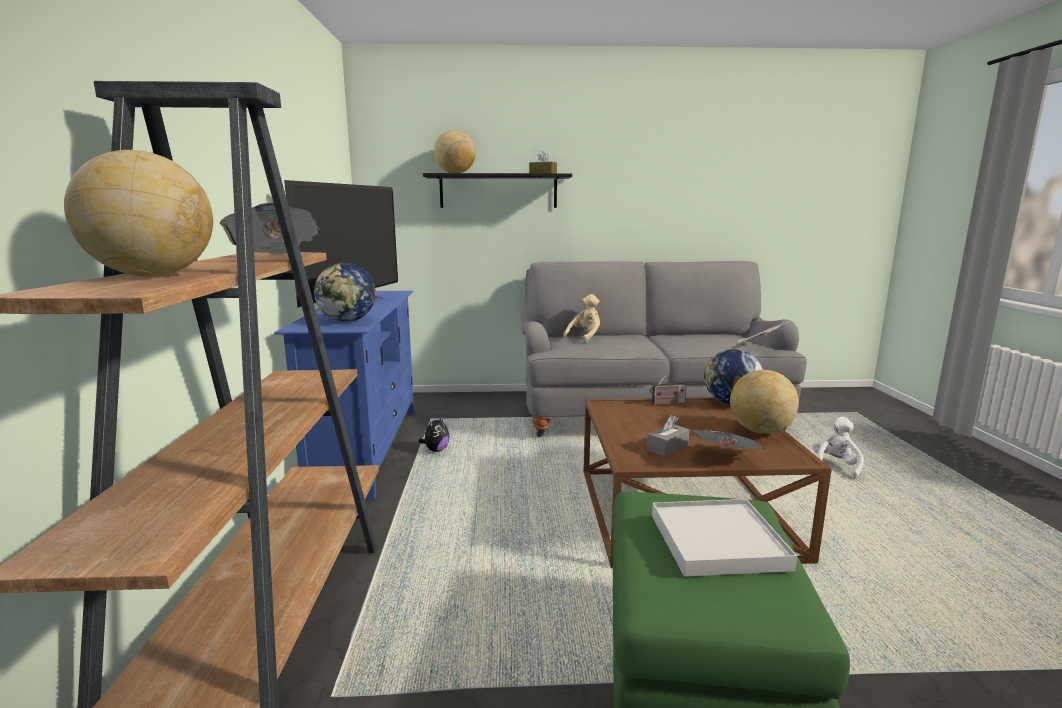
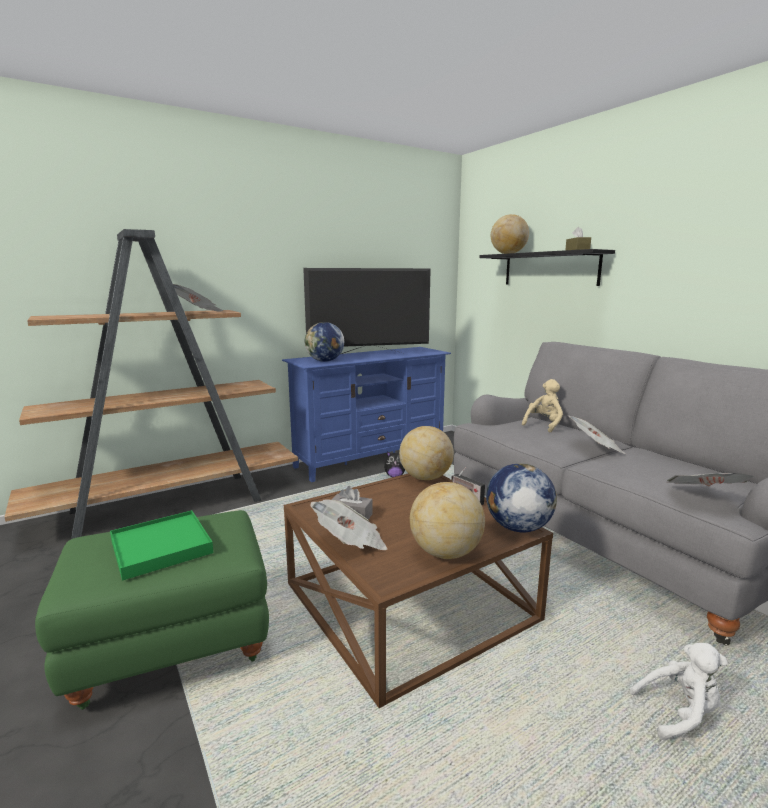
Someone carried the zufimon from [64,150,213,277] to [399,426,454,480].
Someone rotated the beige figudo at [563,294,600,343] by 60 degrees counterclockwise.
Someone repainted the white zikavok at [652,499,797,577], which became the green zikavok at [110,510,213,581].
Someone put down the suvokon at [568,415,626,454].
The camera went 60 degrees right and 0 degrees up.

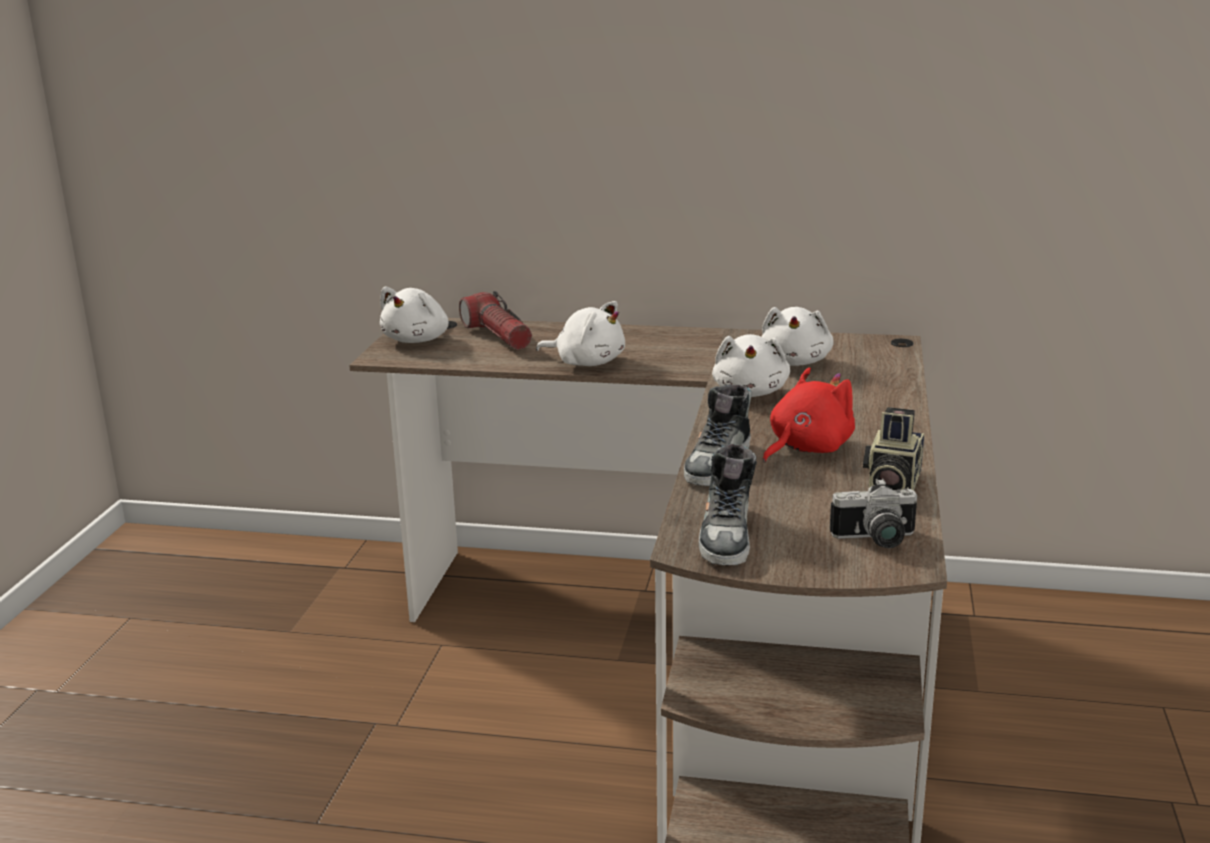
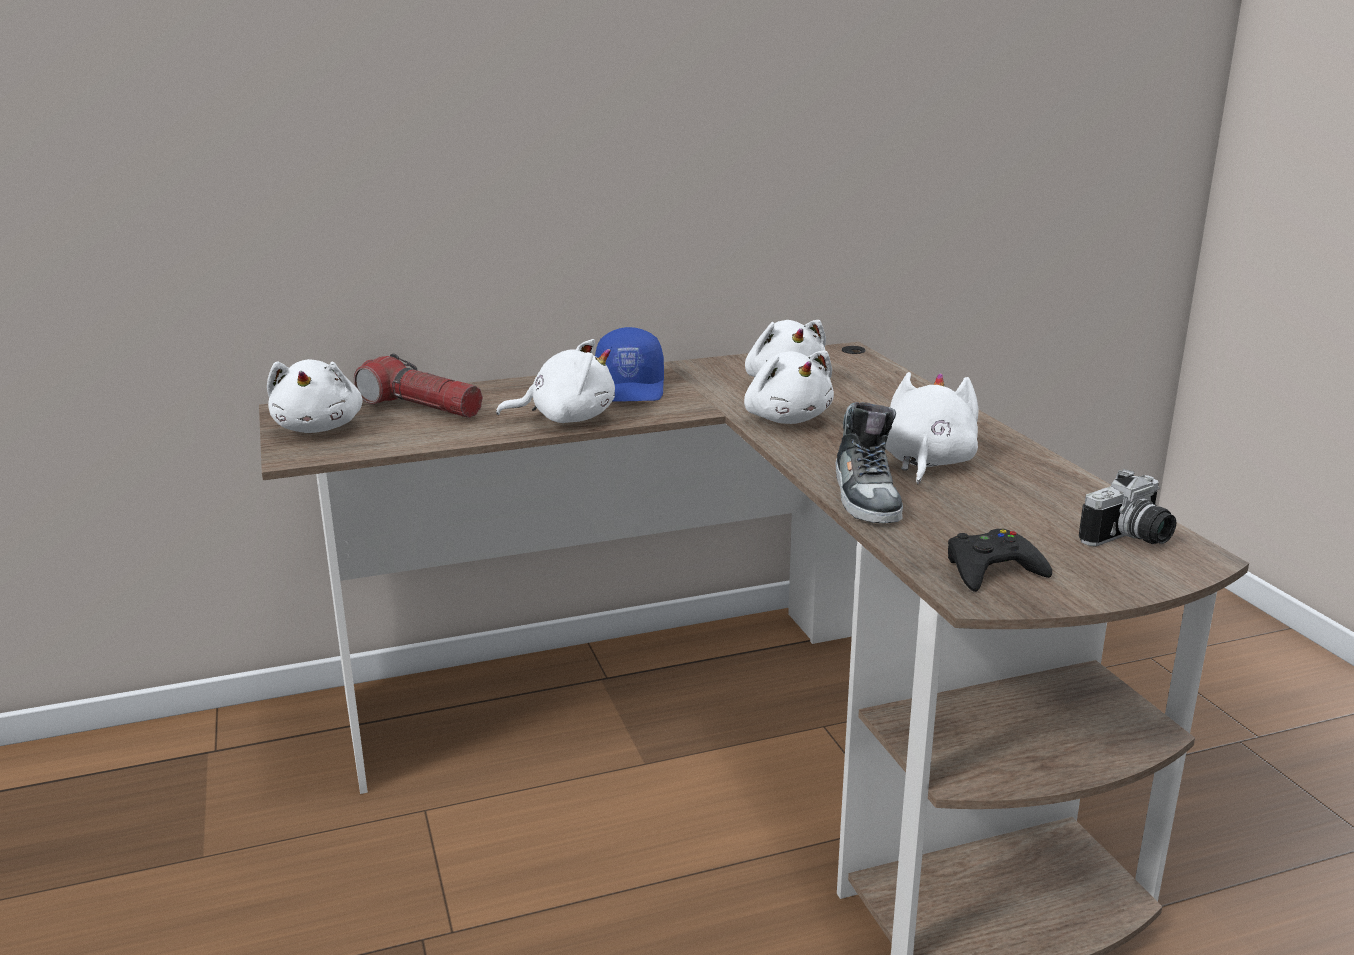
Someone swapped the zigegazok at [699,444,757,566] for the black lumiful at [948,529,1052,592].
Someone repainted the red figudo at [763,368,855,463], which became the white figudo at [886,372,978,485].
Someone took away the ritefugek at [863,407,924,490].
Someone put down the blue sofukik at [595,327,664,402].
The camera went 30 degrees left and 0 degrees up.

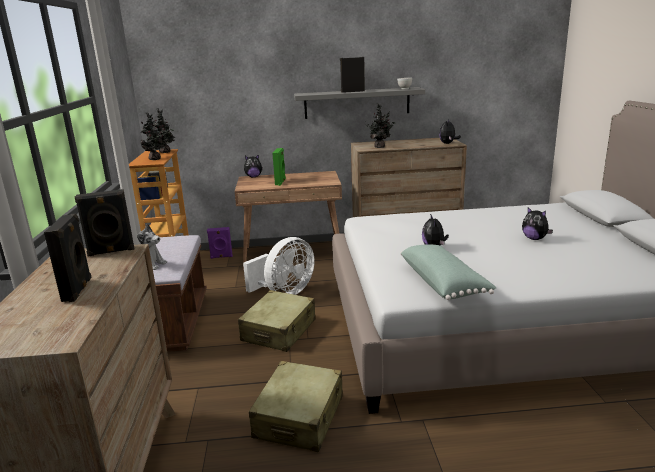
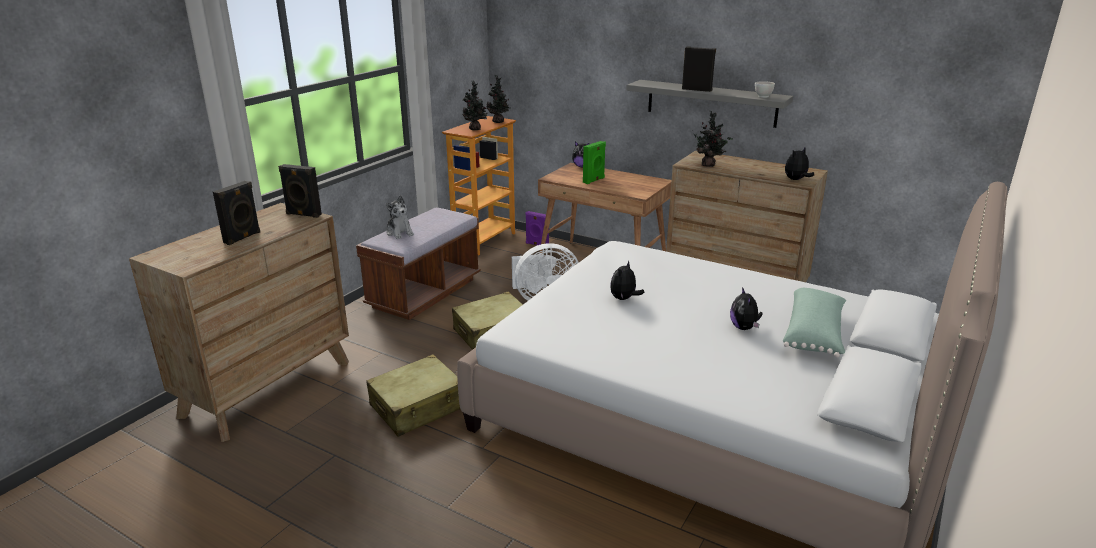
Someone carried the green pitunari from [400,244,496,300] to [783,288,846,358].
The camera went 35 degrees right and 5 degrees up.

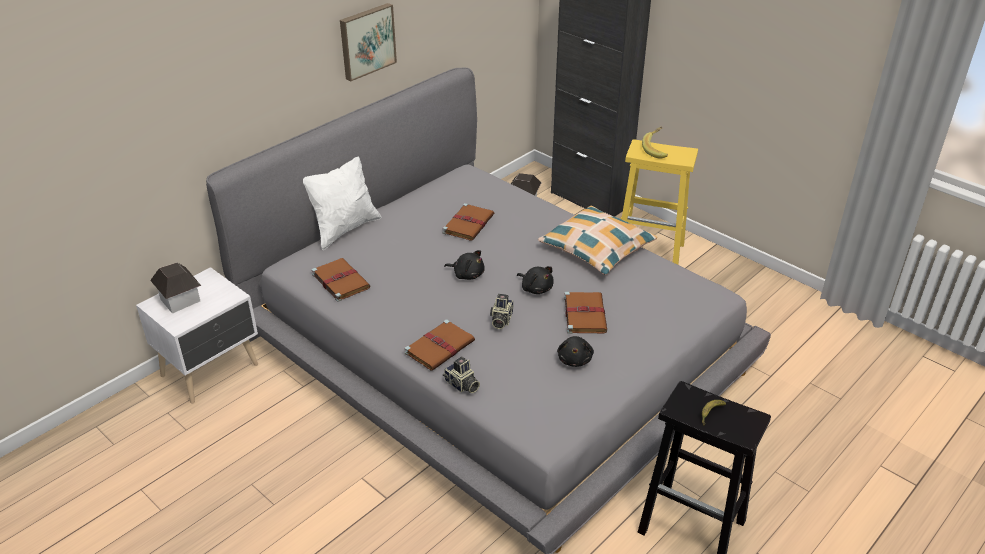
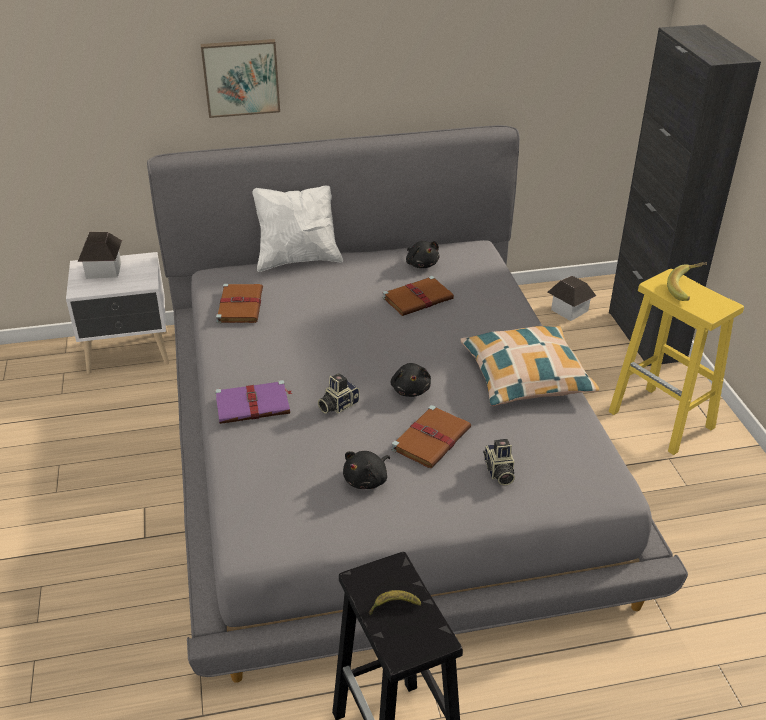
Someone carried the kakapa from [340,3,397,81] to [201,39,280,118].
Someone repainted the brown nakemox at [404,320,475,371], which became the purple nakemox at [215,380,293,424].
Someone carried the ritefugek from [443,356,480,393] to [483,439,515,486].
Someone carried the black figudo from [444,250,485,280] to [406,241,439,268].
The camera went 35 degrees right and 0 degrees up.

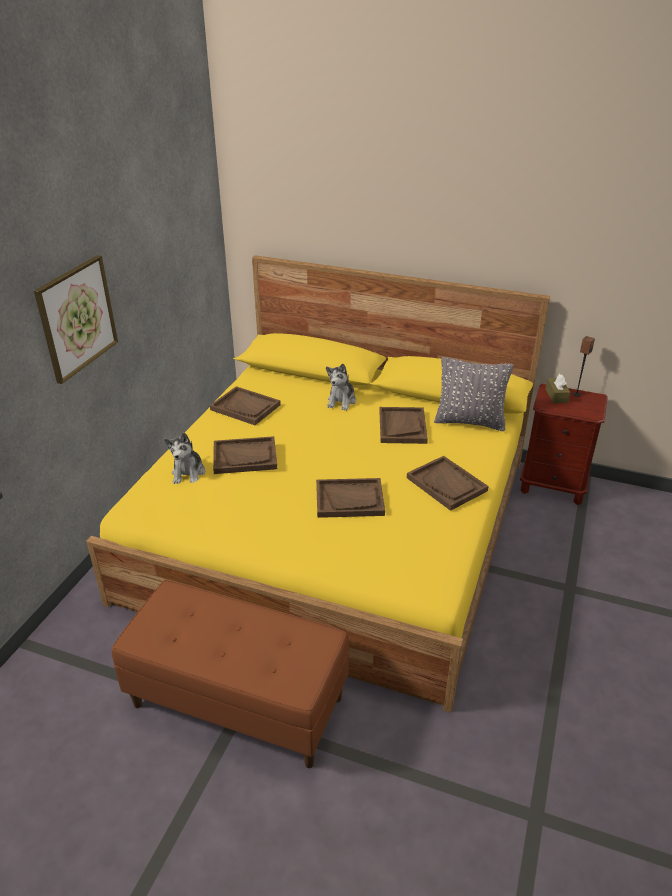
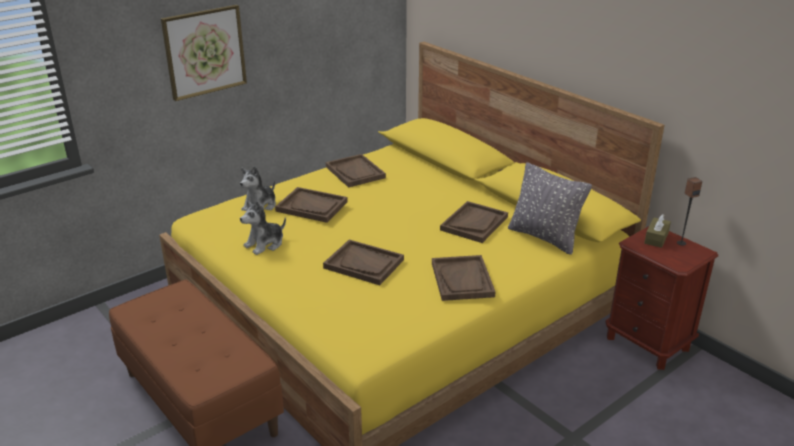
Someone carried the figudo from [326,363,356,411] to [240,201,286,255].
The camera went 30 degrees right and 5 degrees down.

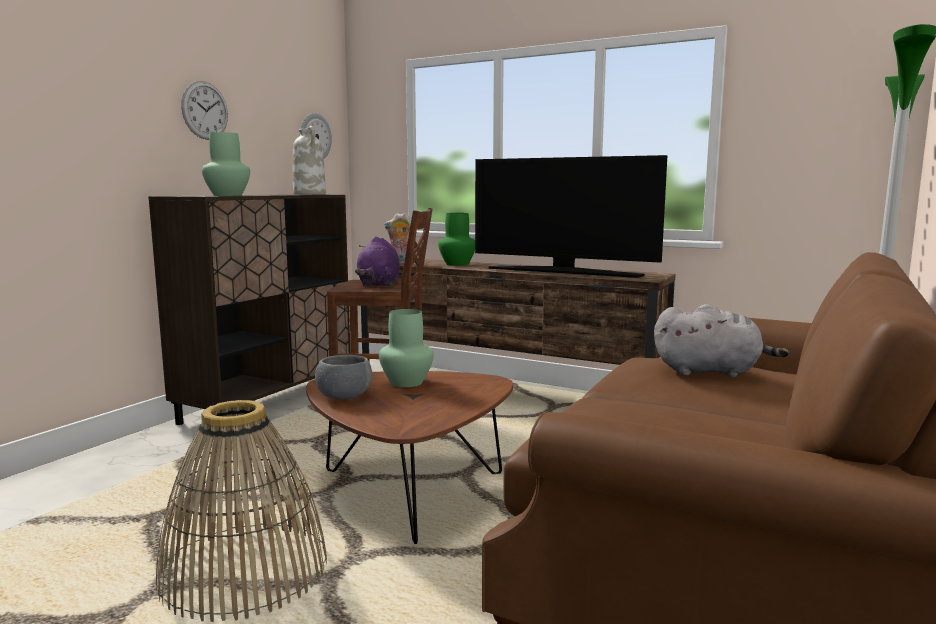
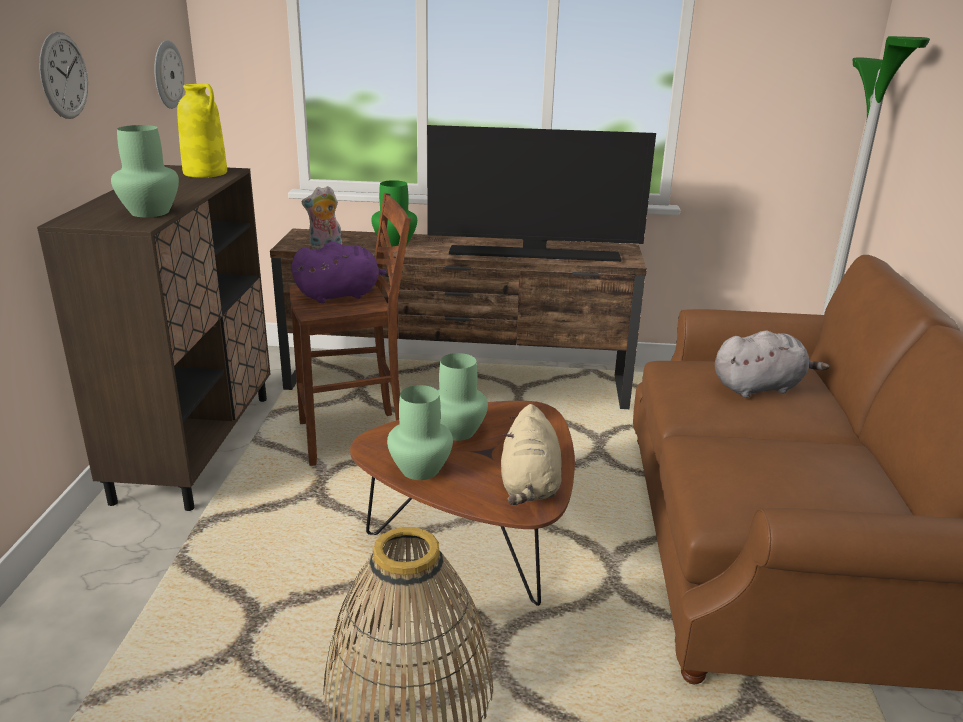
Someone repainted the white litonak at [293,126,326,195], which became the yellow litonak at [177,83,227,178].
Someone swapped the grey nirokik at [315,355,373,400] for the green litonak at [387,385,453,480].
Someone rotated the purple figudo at [355,237,400,287] by 90 degrees counterclockwise.
Someone put down the beige figudo at [501,404,562,505].
The camera went 25 degrees left and 15 degrees up.

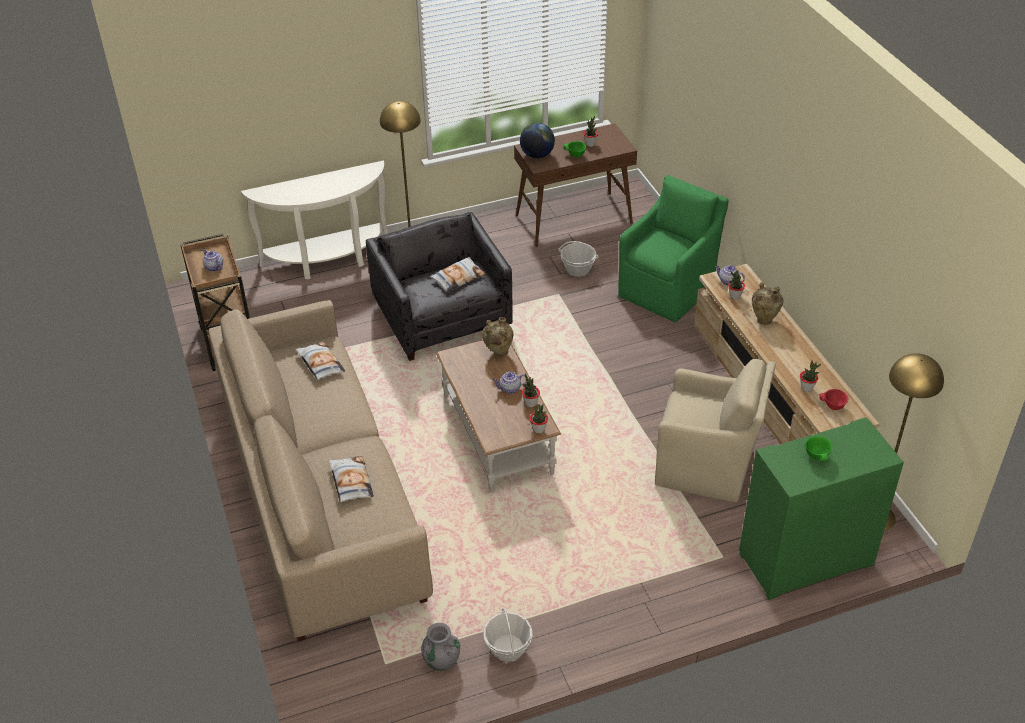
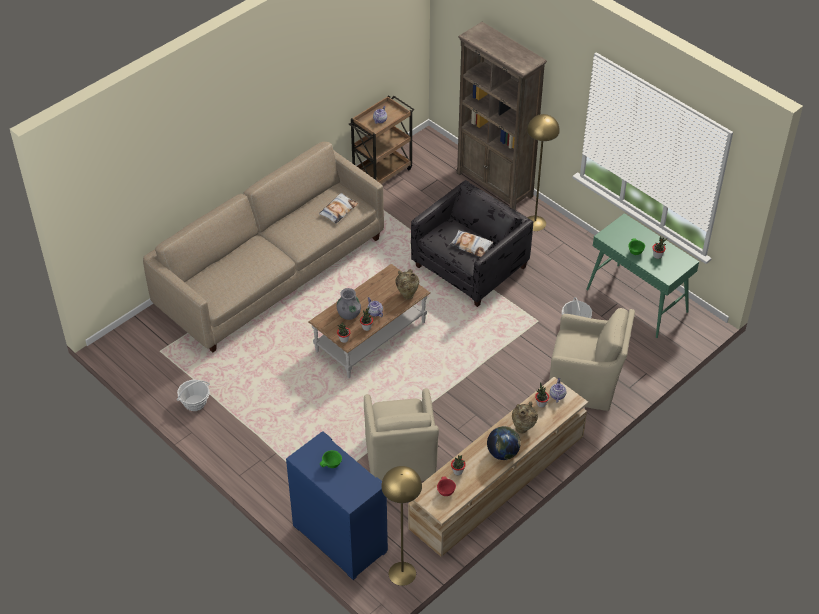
Someone swapped the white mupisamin at [241,161,388,279] for the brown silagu at [457,22,547,210].
Someone took away the pitunari at [329,456,374,502].
Someone carried the grey litonak from [421,623,460,671] to [337,288,361,320].
Someone repainted the brown mupisamin at [514,124,637,247], which became the green mupisamin at [586,213,699,338].
Someone carried the zufimon from [520,123,555,158] to [487,426,521,460].
Someone repainted the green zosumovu at [618,175,728,322], which became the beige zosumovu at [549,308,635,411].
Someone repainted the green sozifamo at [739,417,904,600], which became the blue sozifamo at [286,431,388,580].
The camera went 65 degrees right and 5 degrees up.

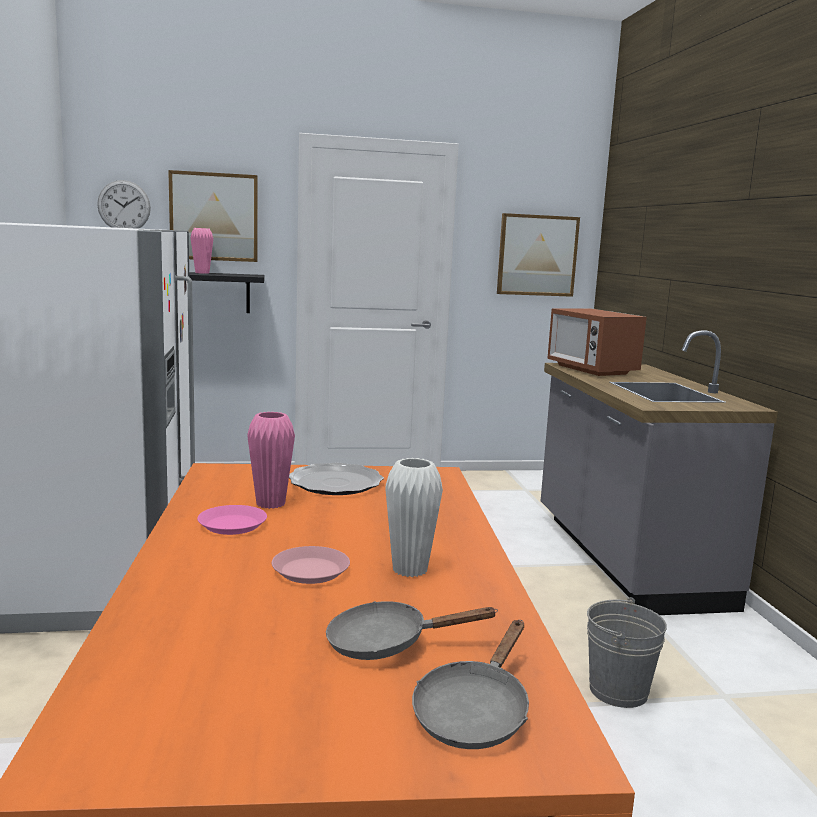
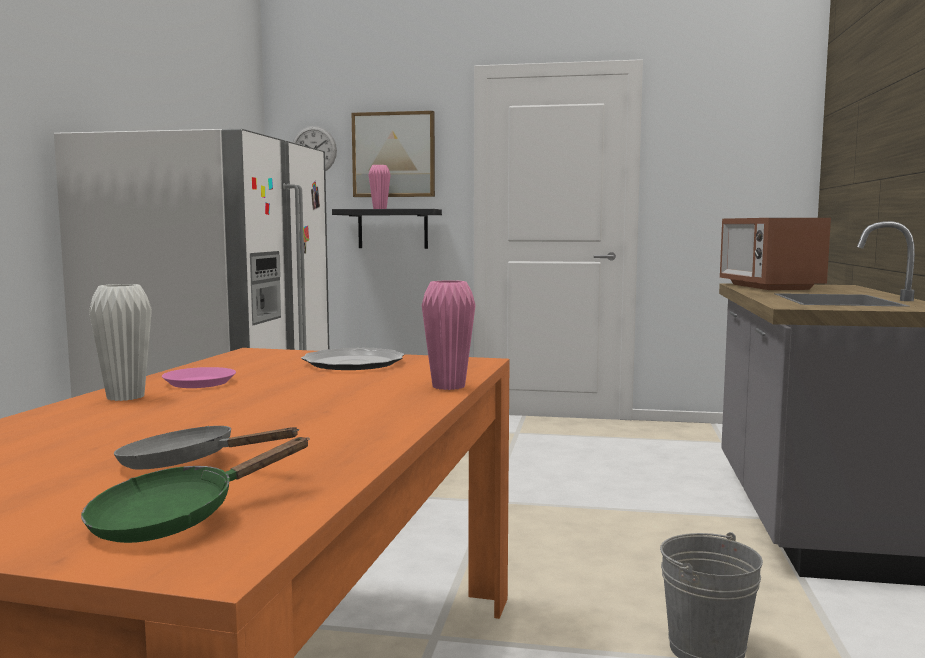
Someone carried the pink litonak from [247,412,295,509] to [422,280,476,390].
Someone took away the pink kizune at [272,546,350,584].
Someone carried the white litonak from [385,458,443,577] to [89,284,152,401].
Someone repainted the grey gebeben at [412,620,529,749], which became the green gebeben at [81,437,310,543].
Someone took away the kakapa at [497,213,580,297].
The camera went 20 degrees right and 5 degrees down.

